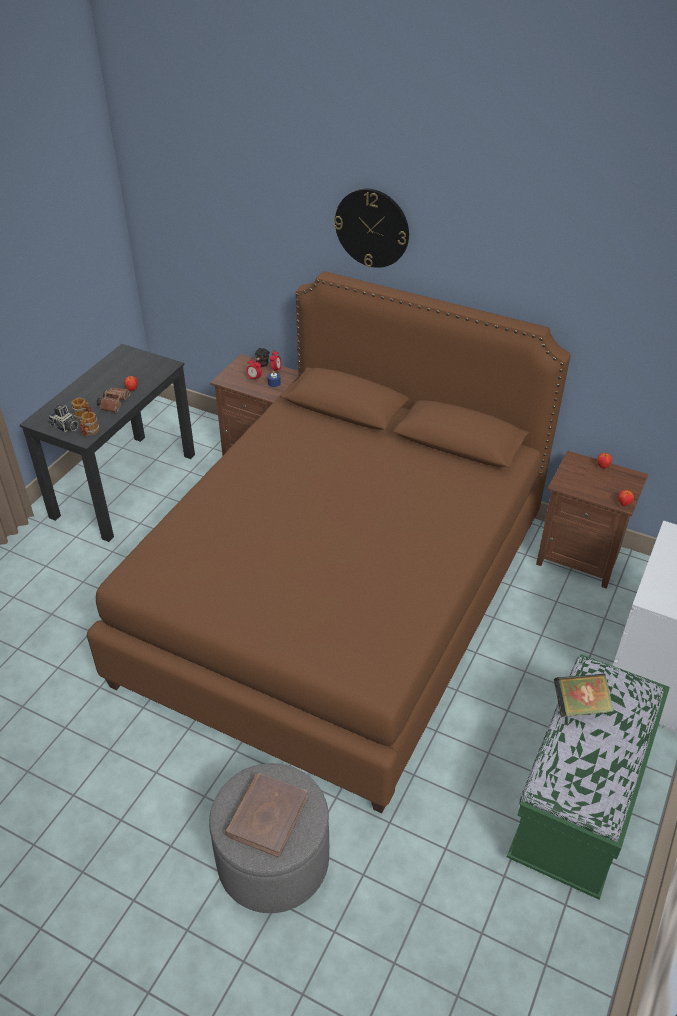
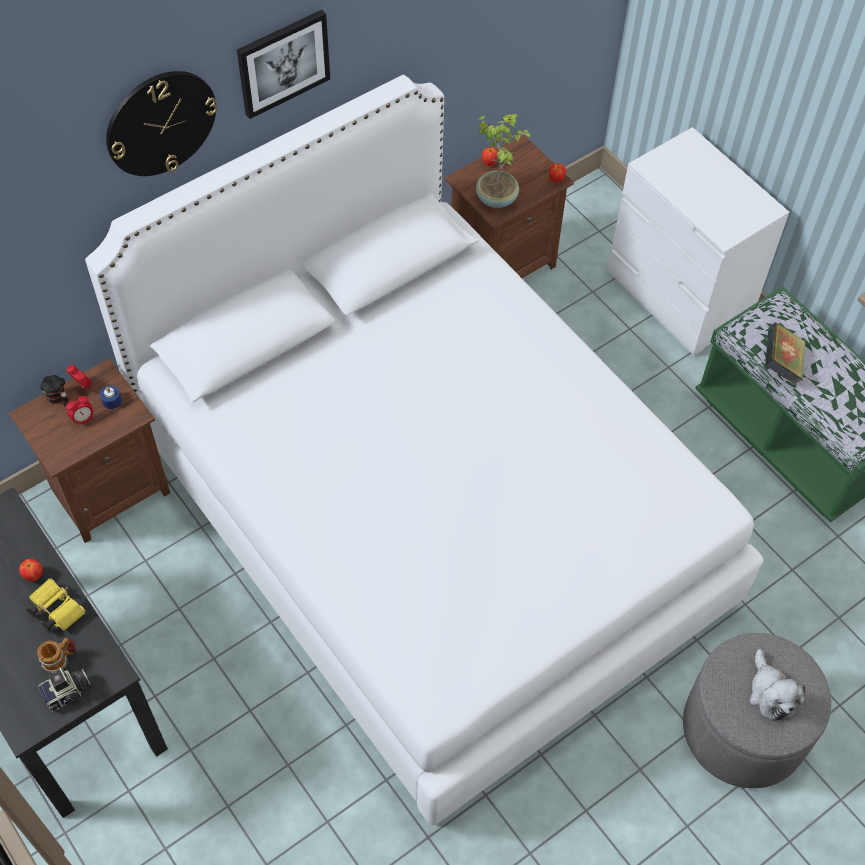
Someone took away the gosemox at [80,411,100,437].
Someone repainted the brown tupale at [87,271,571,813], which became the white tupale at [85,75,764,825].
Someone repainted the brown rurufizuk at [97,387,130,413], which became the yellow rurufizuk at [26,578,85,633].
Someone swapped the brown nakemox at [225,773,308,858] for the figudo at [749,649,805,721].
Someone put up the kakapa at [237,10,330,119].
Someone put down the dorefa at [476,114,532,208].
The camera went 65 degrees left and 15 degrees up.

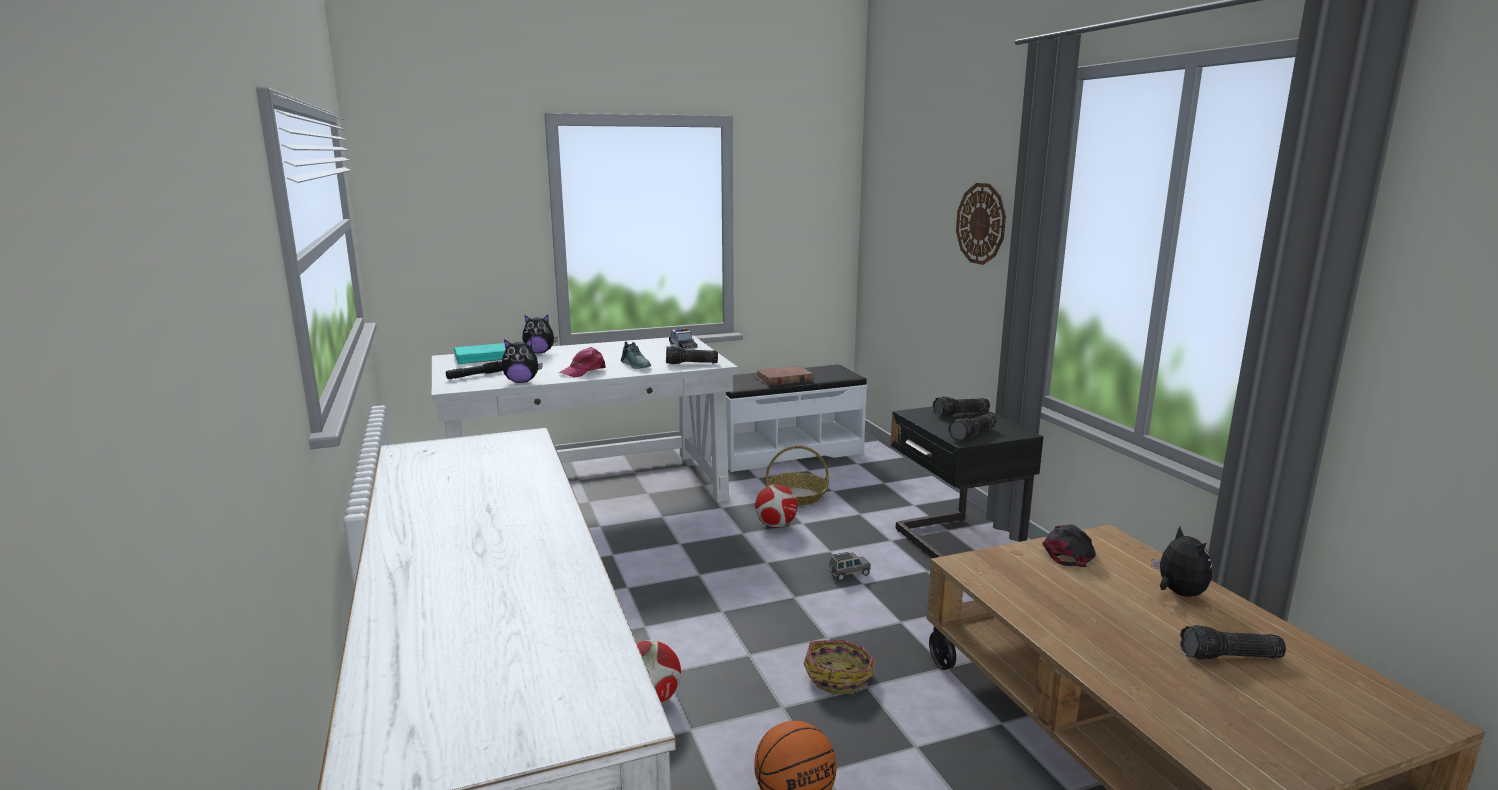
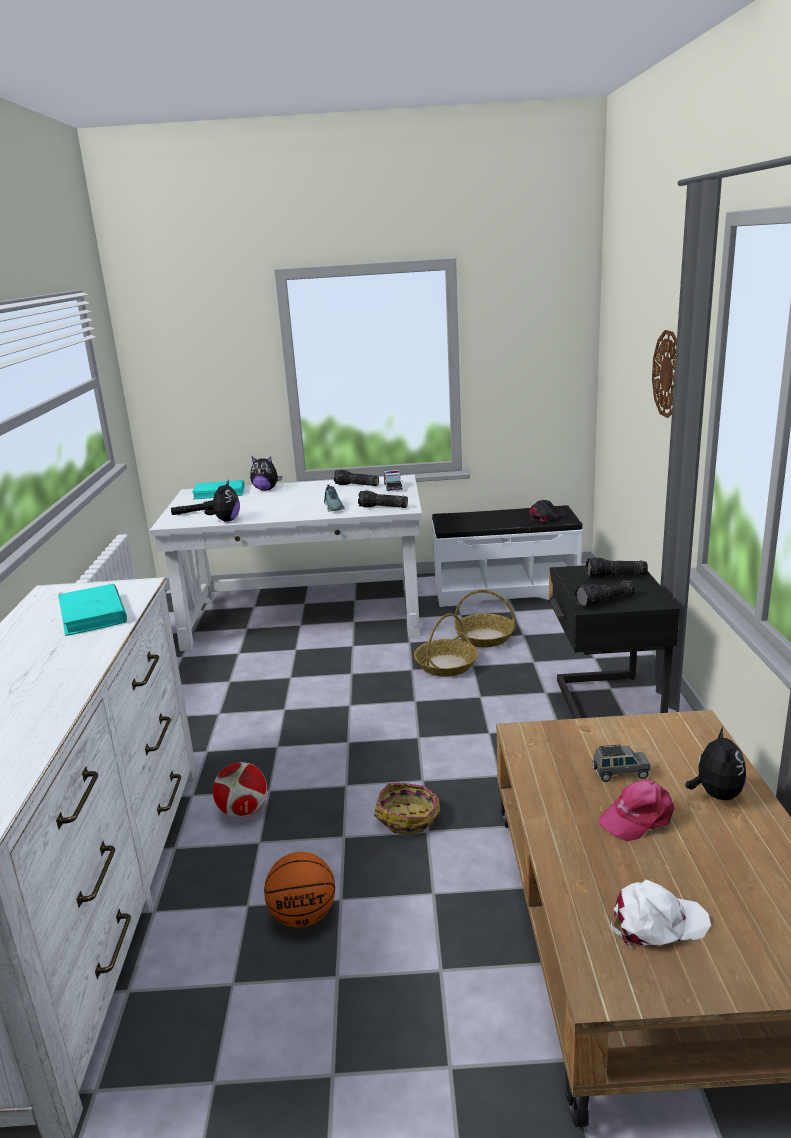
Someone rotated the figudo at [502,339,543,383] by 90 degrees counterclockwise.
Someone carried the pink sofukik from [559,347,606,378] to [598,779,675,841].
Someone took away the brown nakemox at [755,366,814,386].
Someone swapped the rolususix at [755,484,798,528] for the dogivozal at [414,613,478,677].
Someone carried the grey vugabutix from [829,552,871,581] to [592,745,651,782].
Someone carried the black sofukik from [1042,525,1096,567] to [530,500,565,522].
Someone carried the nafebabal from [1180,625,1286,660] to [334,470,379,486].
Someone put down the turquoise nakemox at [58,584,127,636].
Someone put down the white sofukik at [611,880,711,948].
The camera went 20 degrees right and 5 degrees up.

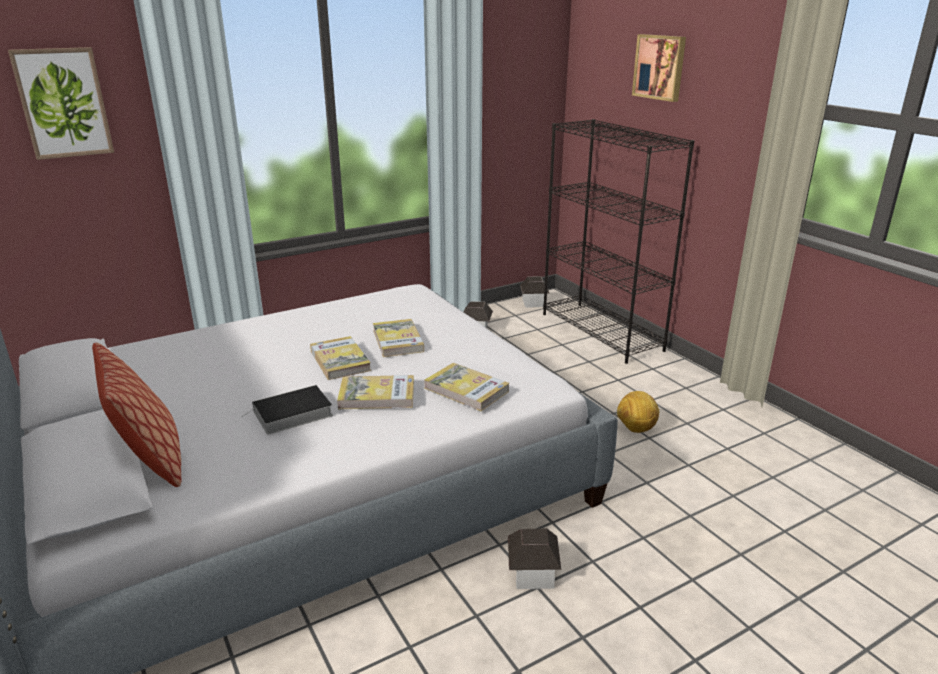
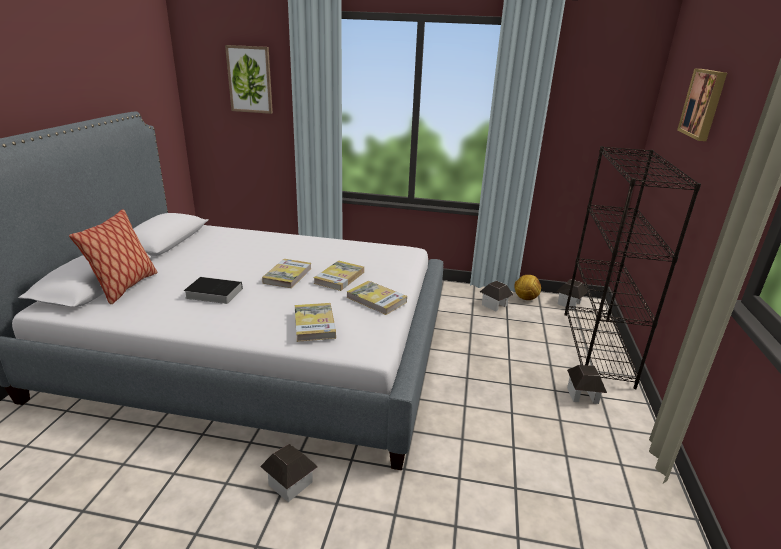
Someone carried the nakemox from [337,375,414,409] to [347,281,407,315].
Someone carried the rolususix from [617,391,659,433] to [514,275,541,300].
Someone put down the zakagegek at [567,365,607,404].
The camera went 40 degrees right and 0 degrees up.

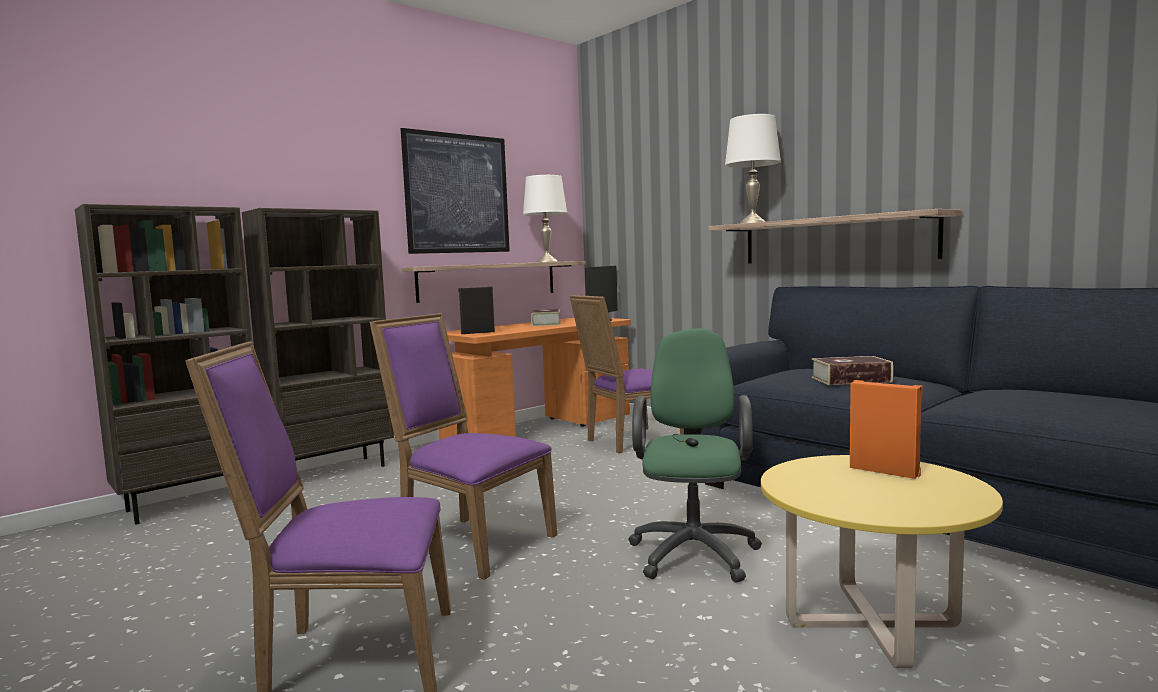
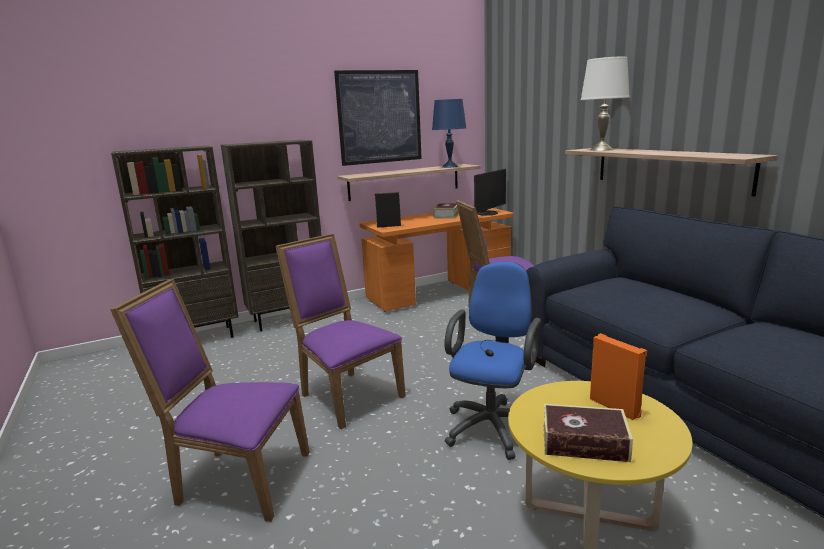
Someone repainted the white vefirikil at [523,175,567,262], which became the blue vefirikil at [432,99,466,168].
Someone repainted the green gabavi at [628,328,762,583], which became the blue gabavi at [444,262,541,460].
Someone carried the nakemox from [812,356,893,385] to [543,404,633,462].
The camera went 15 degrees right and 10 degrees up.

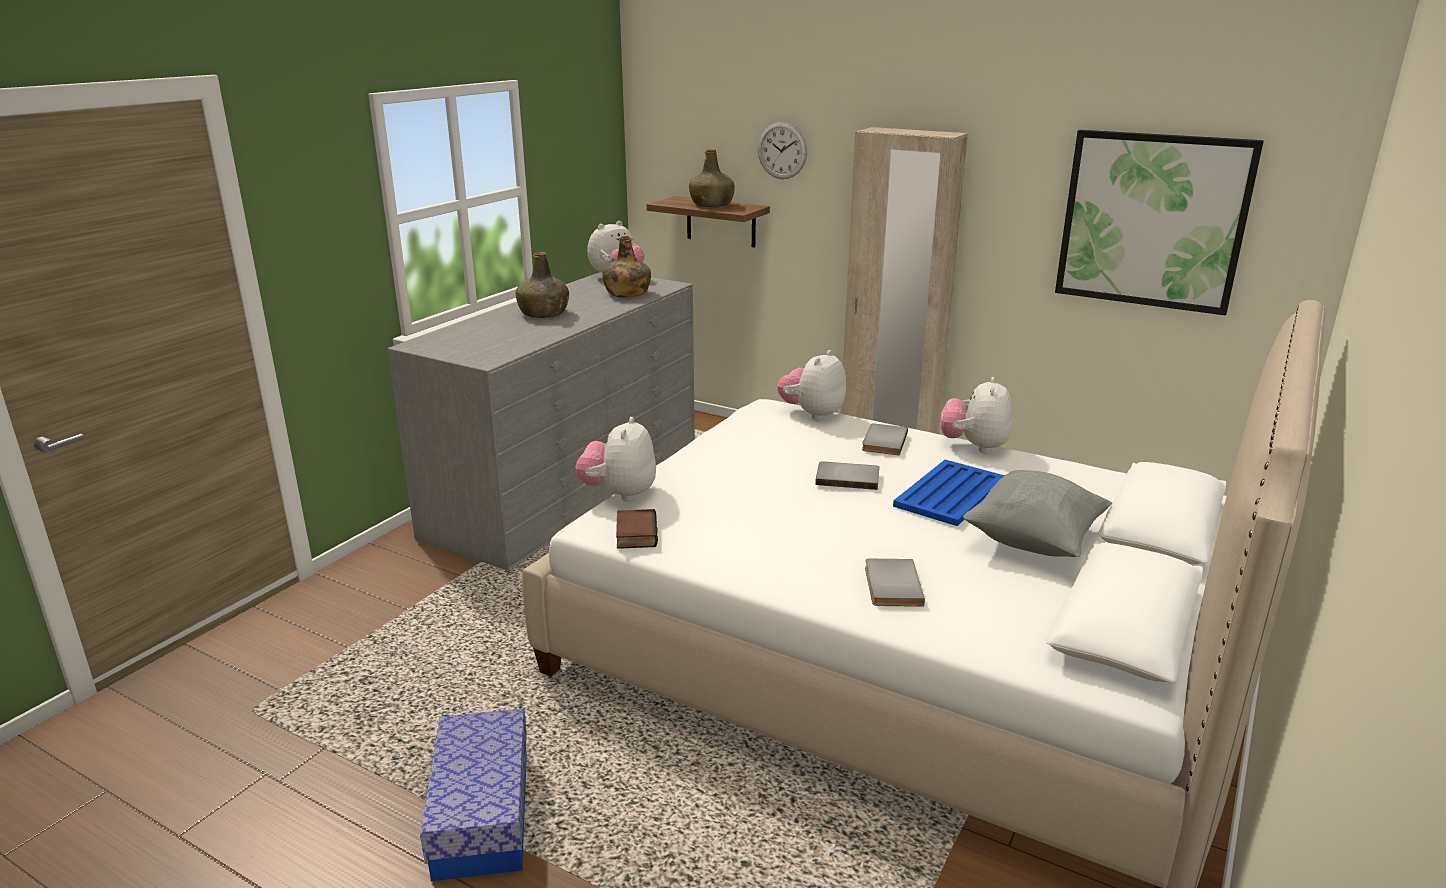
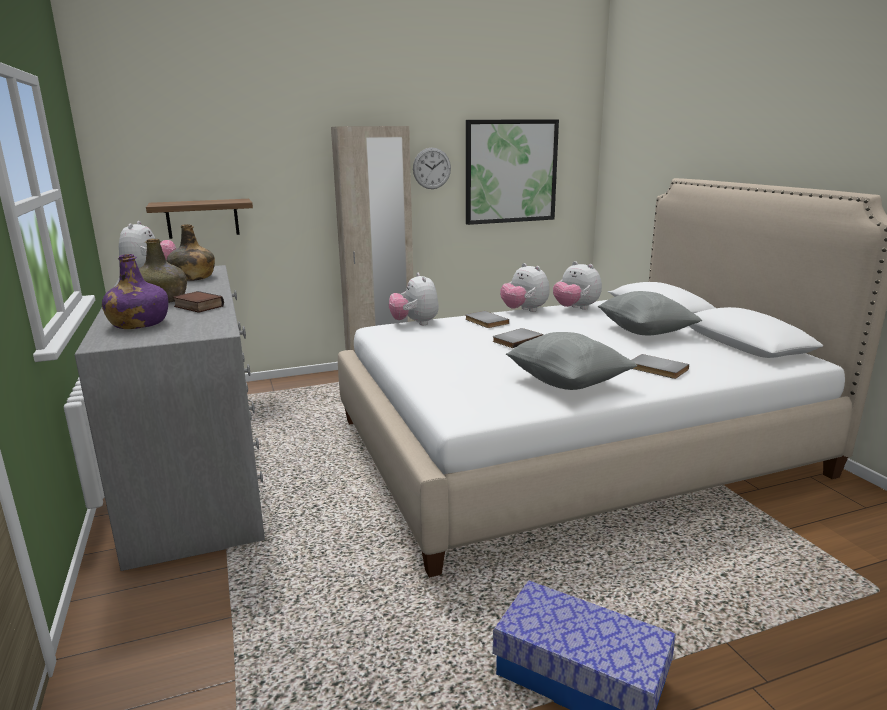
Someone carried the figudo from [575,417,656,501] to [553,261,602,310].
Someone carried the nakemox from [616,509,658,549] to [173,291,224,313].
Someone took away the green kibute at [689,149,735,207].
Someone carried the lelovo from [758,122,807,179] to [413,147,451,189].
Someone took away the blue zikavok at [893,460,1004,526].
Someone put down the purple kibute at [102,254,168,329].
Someone put down the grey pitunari at [506,332,637,390].
The camera went 50 degrees left and 5 degrees down.

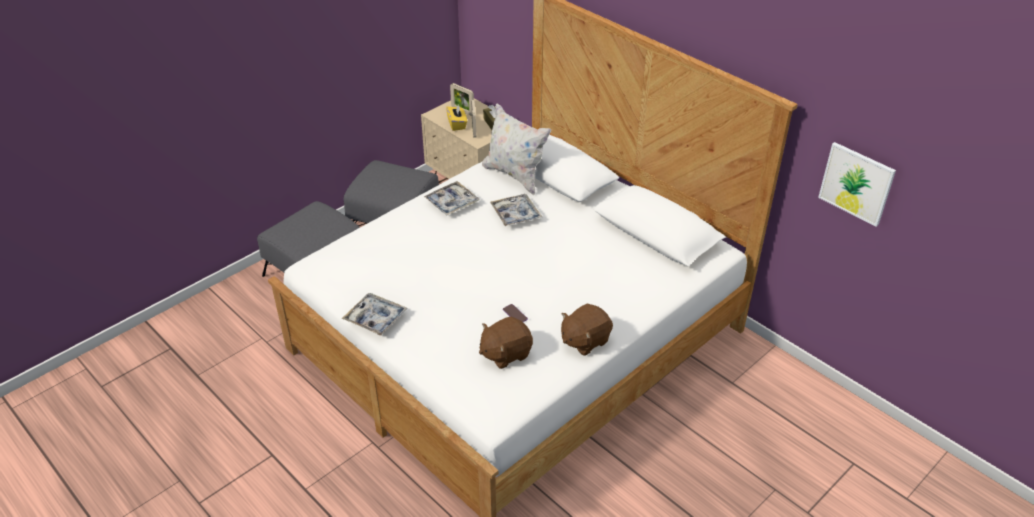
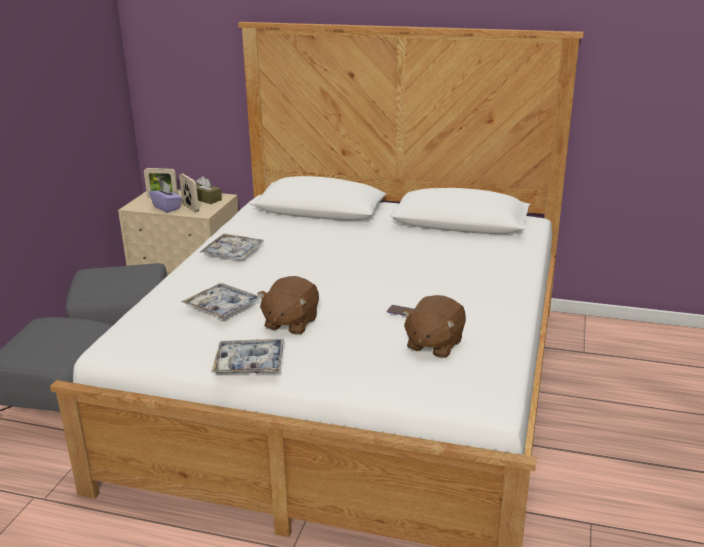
Someone repainted the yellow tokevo at [446,103,467,131], which became the purple tokevo at [149,183,182,212].
Someone took away the white pitunari at [482,103,551,195].
Someone carried the zikavok from [490,194,542,226] to [181,283,261,319].
Someone carried the brown figudo from [561,304,613,356] to [257,276,319,335].
Someone took away the kakapa at [818,142,896,227].
The camera went 30 degrees left and 15 degrees down.

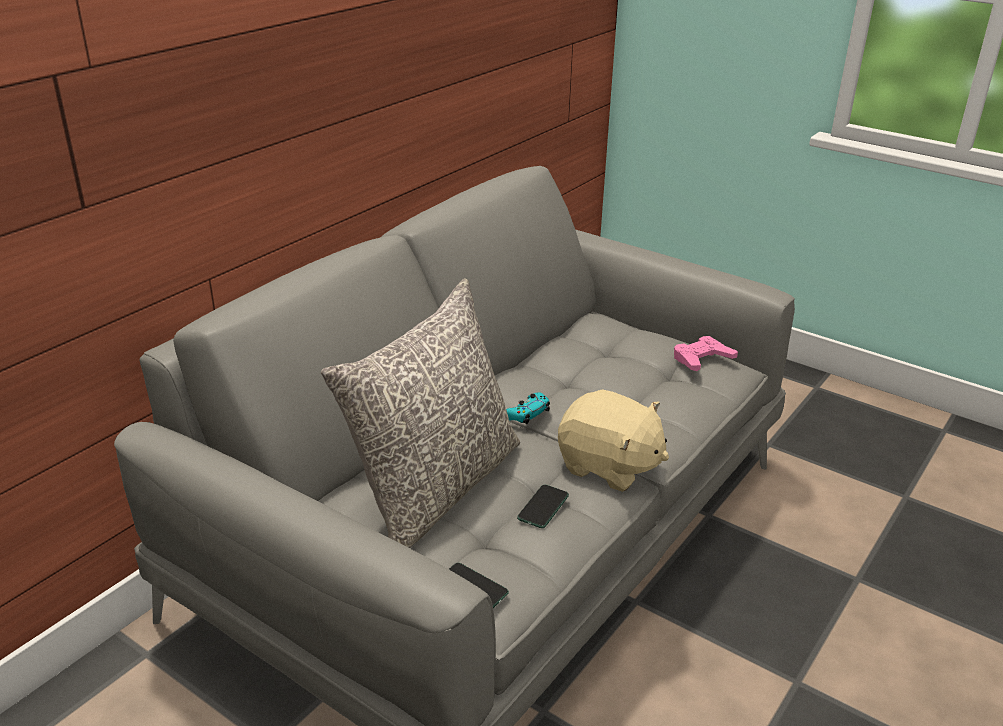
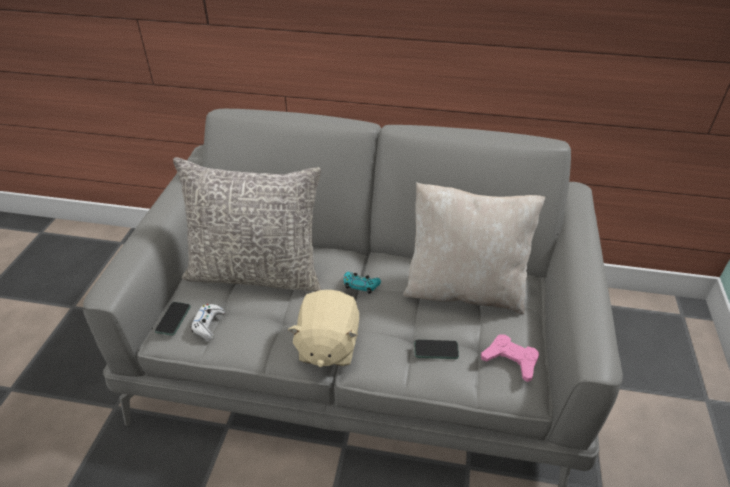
Someone carried the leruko from [517,485,569,528] to [414,340,459,359].
Someone put down the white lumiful at [190,304,225,340].
Someone put down the beige pitunari at [403,182,545,314].
The camera went 65 degrees right and 10 degrees up.

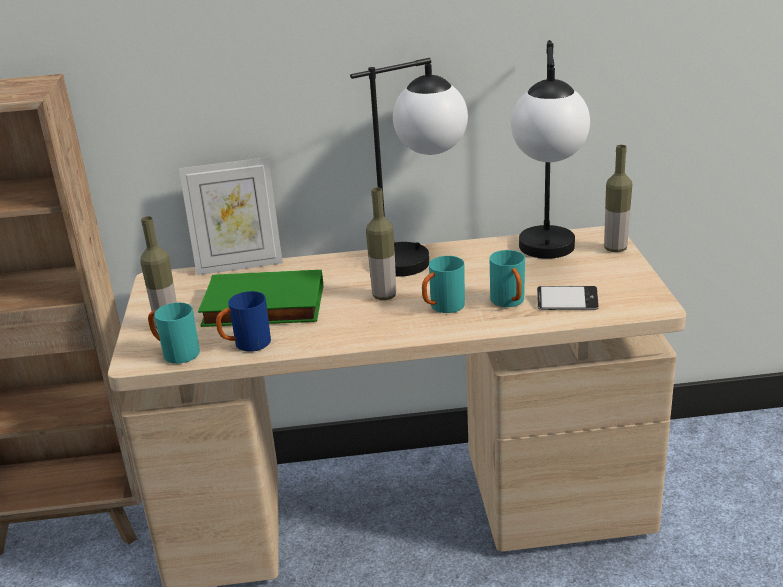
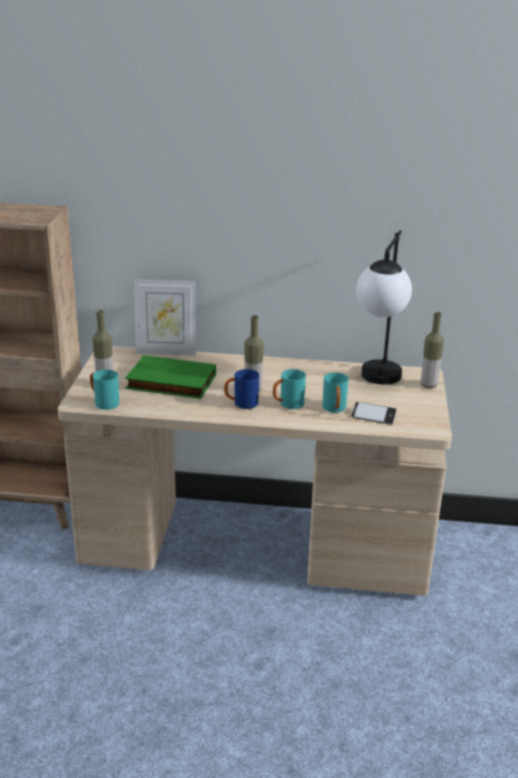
Someone carried the blue gosemox from [216,291,271,351] to [224,369,259,409].
Someone took away the vefirikil at [350,58,468,277].
The camera went 10 degrees right and 0 degrees up.

